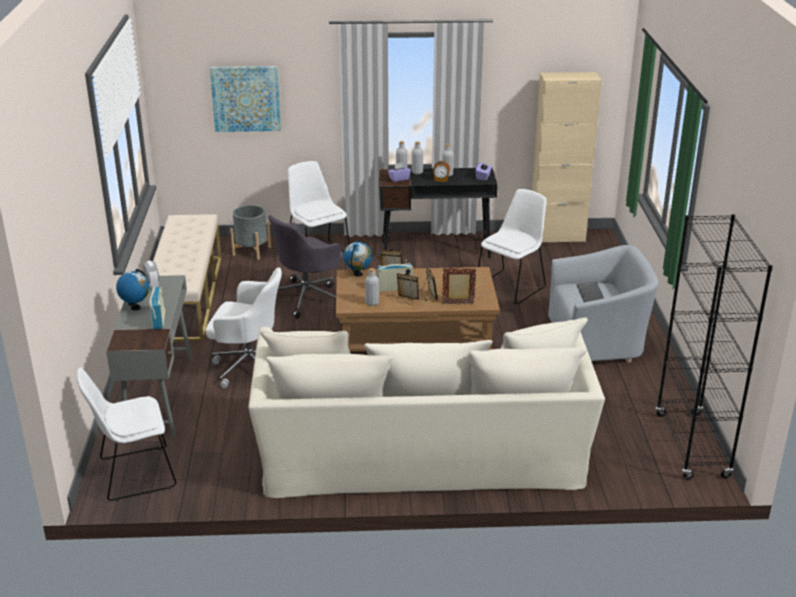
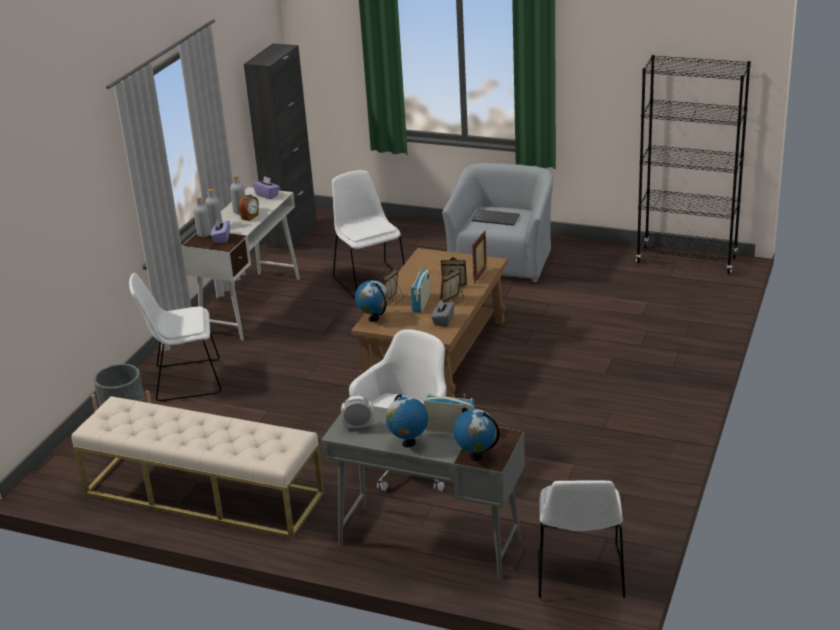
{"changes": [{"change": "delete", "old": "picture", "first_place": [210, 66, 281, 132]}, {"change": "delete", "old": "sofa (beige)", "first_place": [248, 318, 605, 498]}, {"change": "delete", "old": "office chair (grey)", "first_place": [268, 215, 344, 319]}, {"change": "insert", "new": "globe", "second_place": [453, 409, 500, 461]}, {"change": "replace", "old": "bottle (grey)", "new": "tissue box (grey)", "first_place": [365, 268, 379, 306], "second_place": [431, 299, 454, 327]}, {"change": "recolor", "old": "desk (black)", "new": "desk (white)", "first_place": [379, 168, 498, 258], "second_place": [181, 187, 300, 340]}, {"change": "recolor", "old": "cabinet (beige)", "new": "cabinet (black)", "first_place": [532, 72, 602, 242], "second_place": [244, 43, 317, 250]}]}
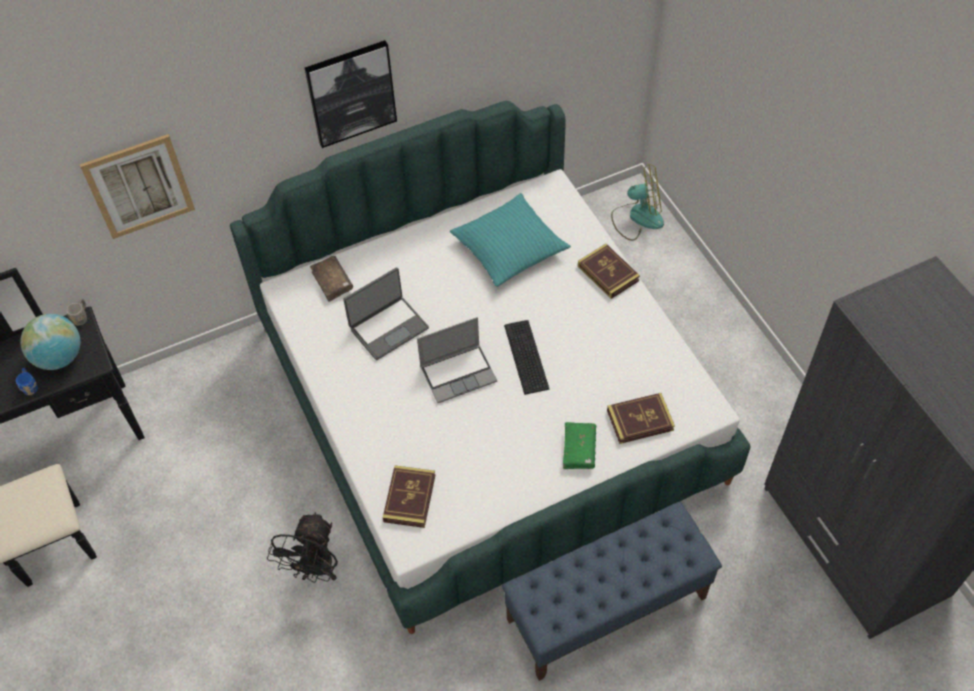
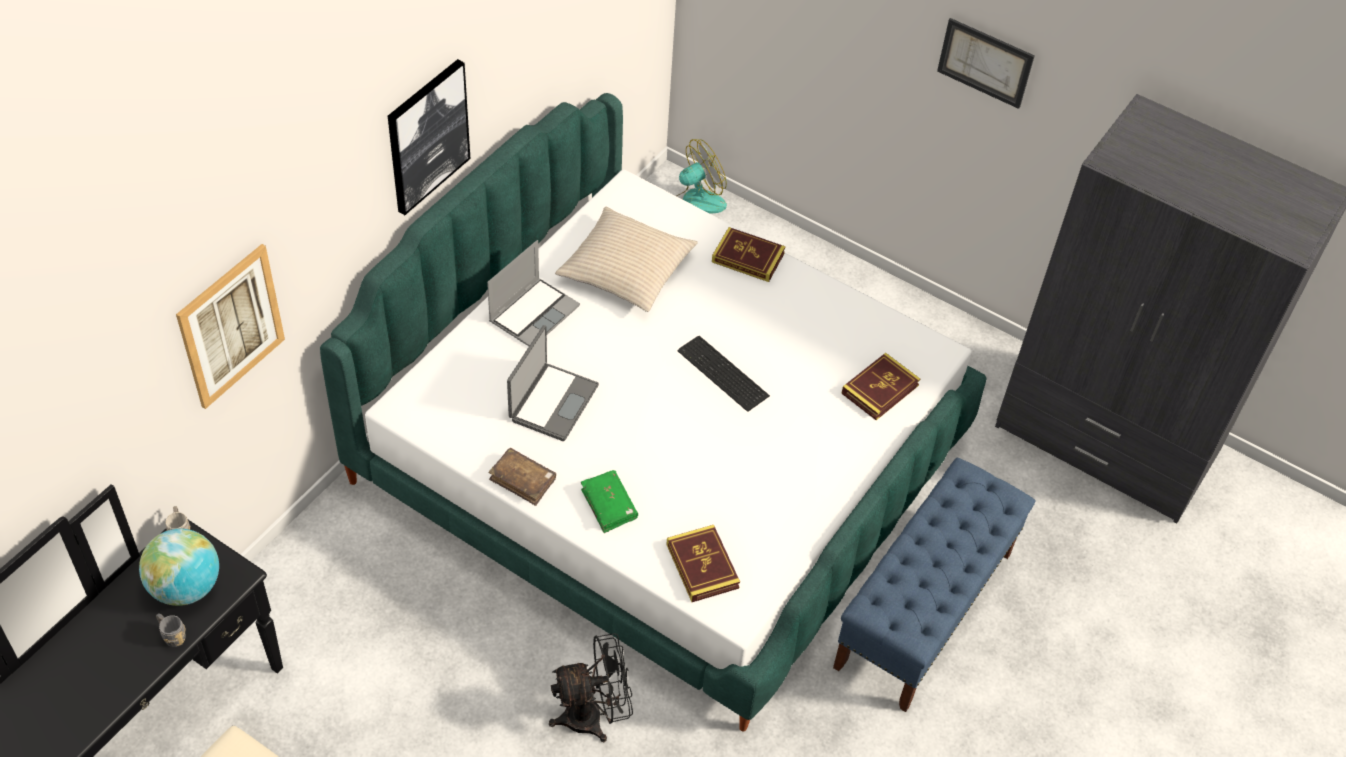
{"changes": [{"change": "insert", "new": "picture", "second_place": [937, 18, 1035, 109]}, {"change": "move", "old": "book (brown)", "first_place": [310, 256, 353, 302], "second_place": [489, 448, 556, 506]}, {"change": "move", "old": "laptop", "first_place": [417, 317, 497, 403], "second_place": [487, 240, 580, 346]}, {"change": "move", "old": "book (green)", "first_place": [563, 422, 596, 469], "second_place": [581, 470, 638, 533]}, {"change": "recolor", "old": "mug (blue)", "new": "mug (grey)", "first_place": [16, 368, 38, 395], "second_place": [156, 613, 185, 647]}, {"change": "recolor", "old": "pillow (turquoise)", "new": "pillow (beige)", "first_place": [450, 193, 571, 287], "second_place": [555, 207, 698, 312]}, {"change": "rotate", "old": "fan (black)", "first_place": [267, 512, 338, 583], "second_place": [549, 633, 633, 742], "degrees": -90}]}
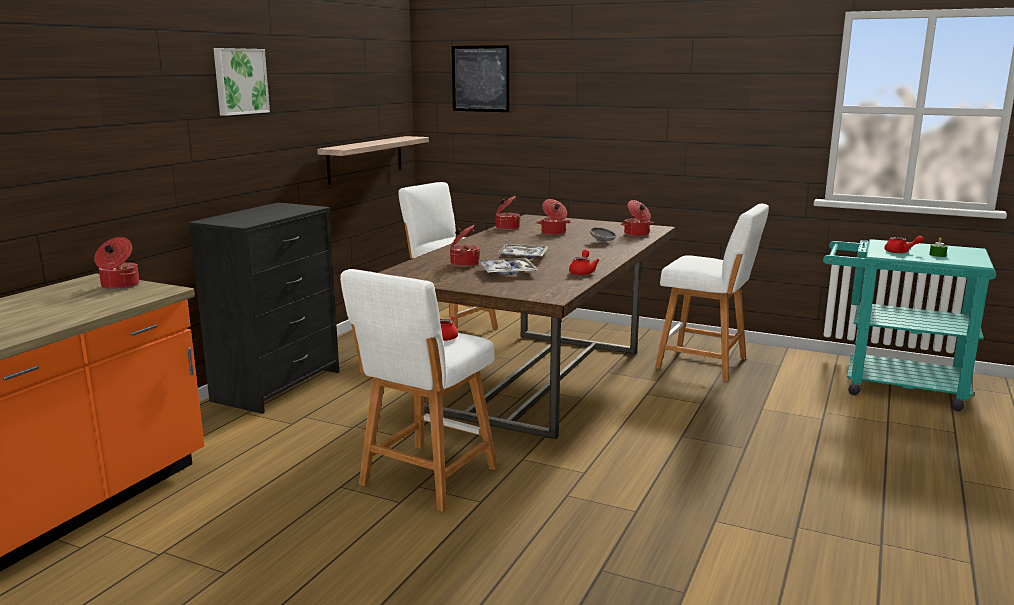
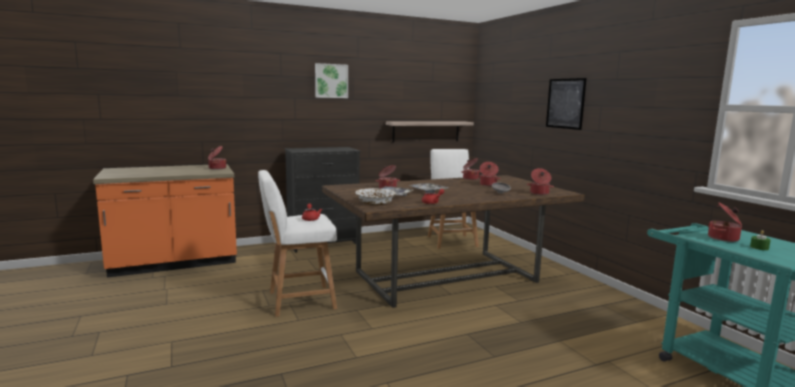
{"changes": [{"change": "delete", "old": "stool (white)", "first_place": [655, 204, 769, 381]}, {"change": "insert", "new": "bowl (white)", "second_place": [355, 188, 396, 205]}, {"change": "move", "old": "picture", "first_place": [452, 45, 510, 112], "second_place": [546, 78, 587, 130]}, {"change": "replace", "old": "teapot (red)", "new": "cooking pot", "first_place": [884, 236, 924, 253], "second_place": [708, 202, 742, 242]}]}
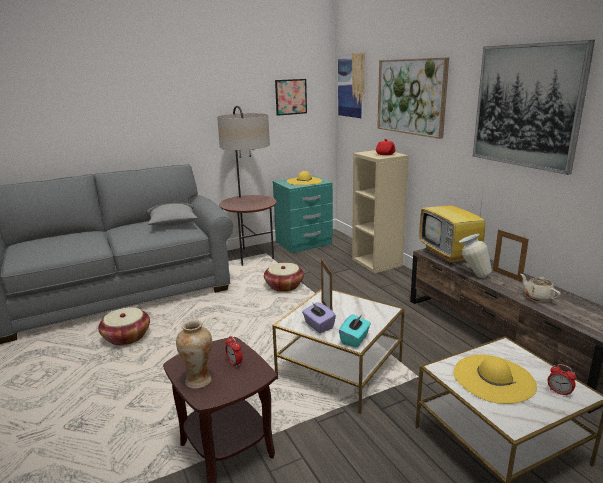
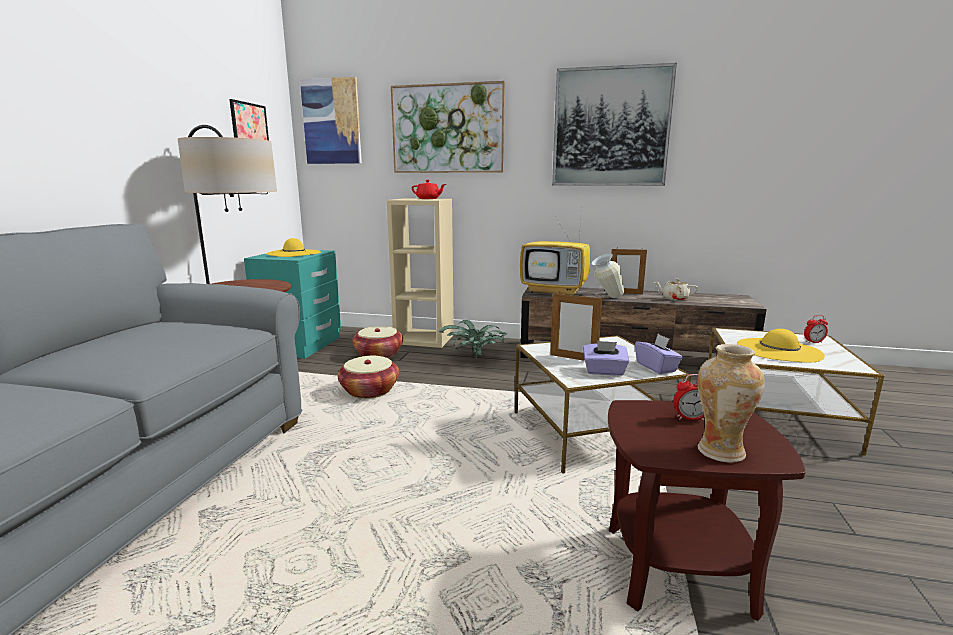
{"changes": [{"change": "delete", "old": "pillow (grey)", "first_place": [146, 203, 198, 226]}, {"change": "insert", "new": "potted plant", "second_place": [439, 320, 507, 359]}, {"change": "move", "old": "basket", "first_place": [98, 307, 150, 346], "second_place": [352, 326, 403, 358]}, {"change": "recolor", "old": "tissue box (turquoise)", "new": "tissue box (purple)", "first_place": [339, 314, 371, 348], "second_place": [635, 334, 683, 374]}]}
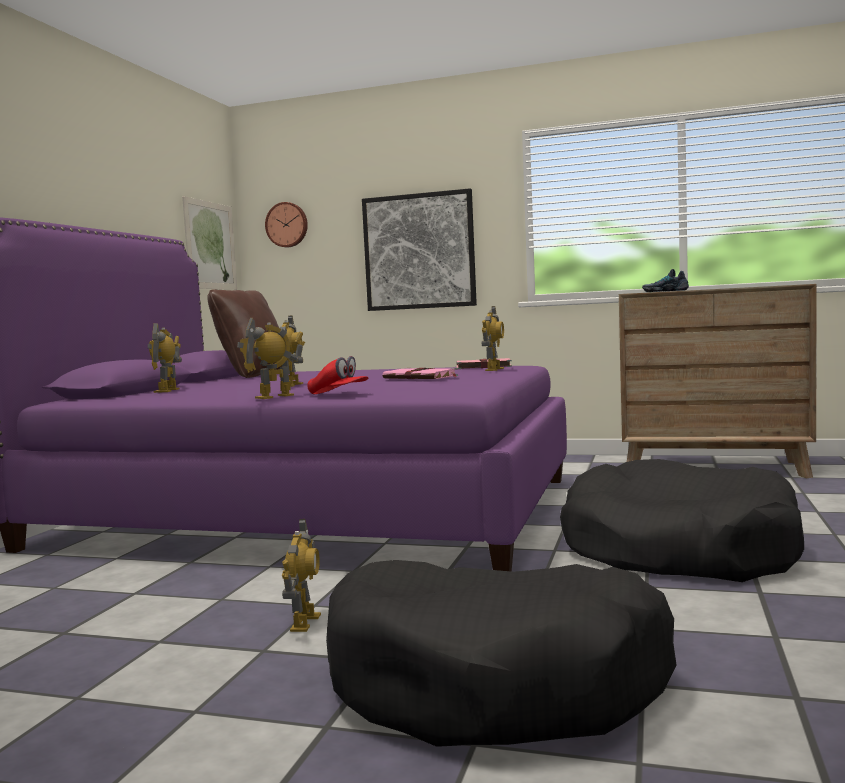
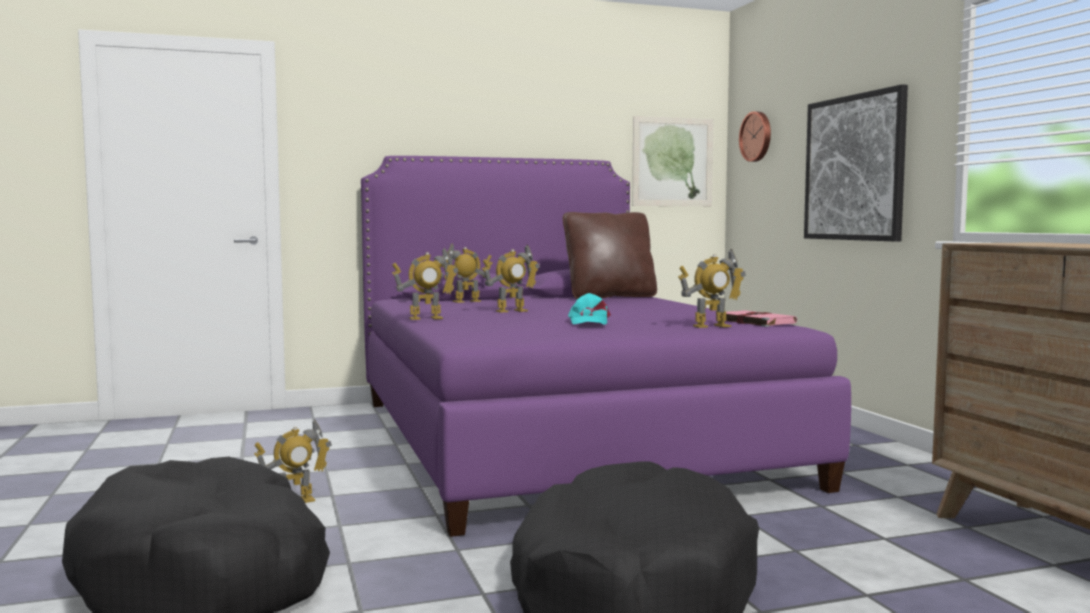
{"changes": [{"change": "delete", "old": "cap (red)", "first_place": [307, 356, 368, 394]}, {"change": "delete", "old": "shoe", "first_place": [642, 269, 689, 292]}, {"change": "replace", "old": "book (pink)", "new": "cap (turquoise)", "first_place": [383, 368, 458, 379], "second_place": [568, 293, 611, 325]}, {"change": "rotate", "old": "toy robot", "first_place": [237, 318, 305, 399], "second_place": [392, 248, 458, 320], "degrees": 150}]}
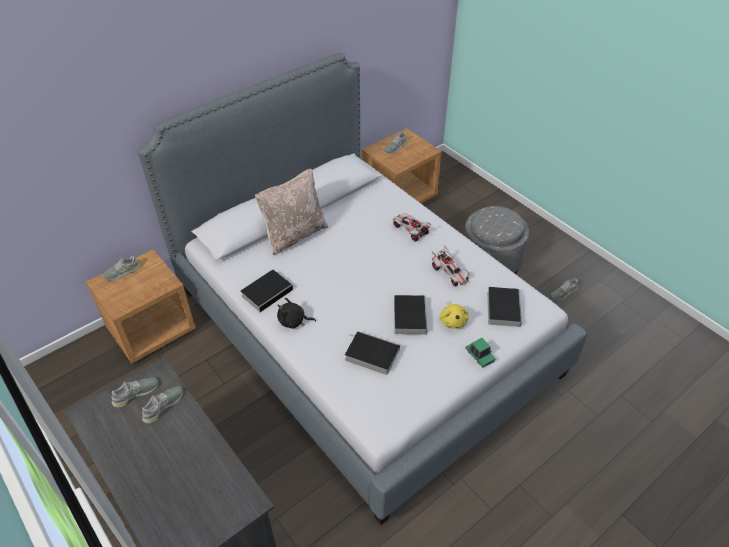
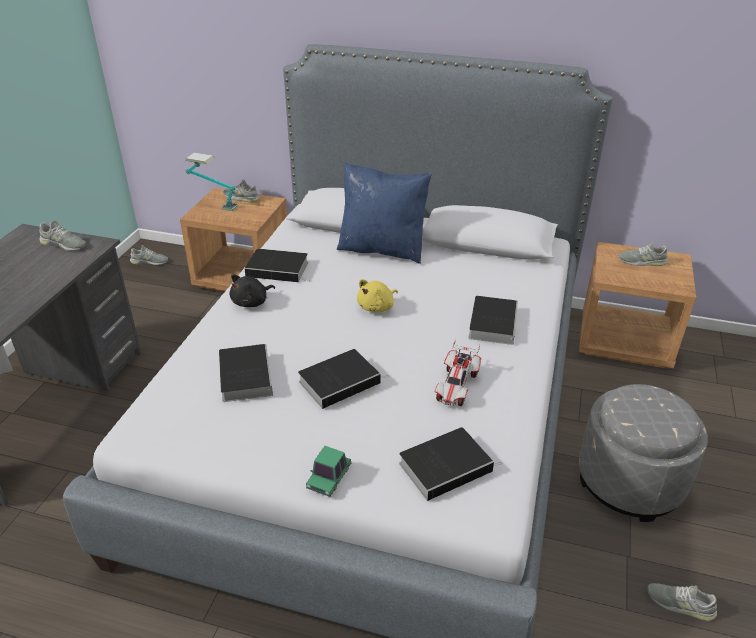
{"changes": [{"change": "insert", "new": "table lamp", "second_place": [185, 152, 238, 211]}, {"change": "move", "old": "shoe (grey)", "first_place": [142, 386, 183, 424], "second_place": [130, 245, 168, 265]}, {"change": "move", "old": "plush toy (yellow)", "first_place": [439, 301, 469, 329], "second_place": [357, 279, 398, 312]}, {"change": "replace", "old": "toy car", "new": "book", "first_place": [393, 213, 431, 242], "second_place": [468, 296, 518, 345]}, {"change": "recolor", "old": "pillow (beige)", "new": "pillow (blue)", "first_place": [255, 169, 328, 255], "second_place": [337, 162, 432, 264]}, {"change": "rotate", "old": "plush toy (black)", "first_place": [277, 298, 316, 329], "second_place": [230, 274, 275, 307], "degrees": -105}]}
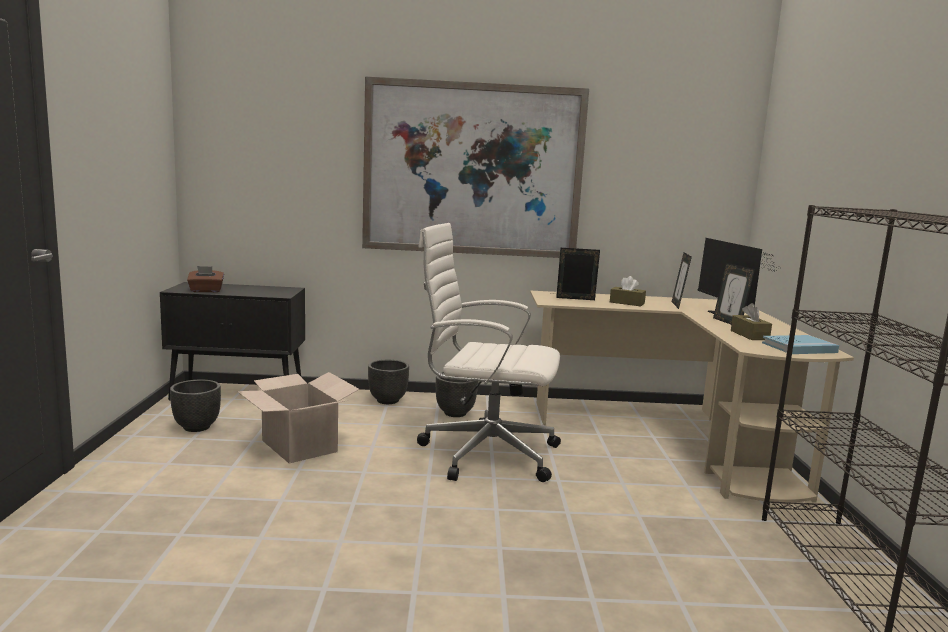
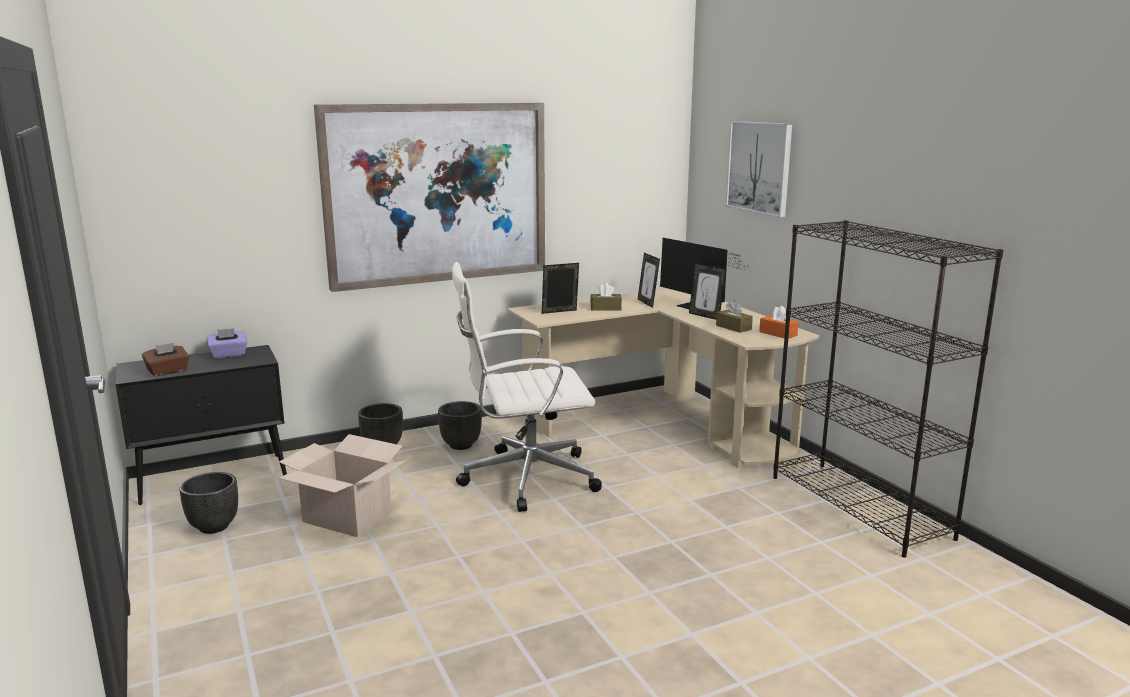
{"changes": [{"change": "insert", "new": "tissue box (purple)", "second_place": [206, 328, 247, 359]}, {"change": "insert", "new": "picture", "second_place": [725, 121, 792, 218]}, {"change": "replace", "old": "book (blue)", "new": "tissue box (orange)", "first_place": [762, 335, 839, 354], "second_place": [759, 306, 799, 339]}]}
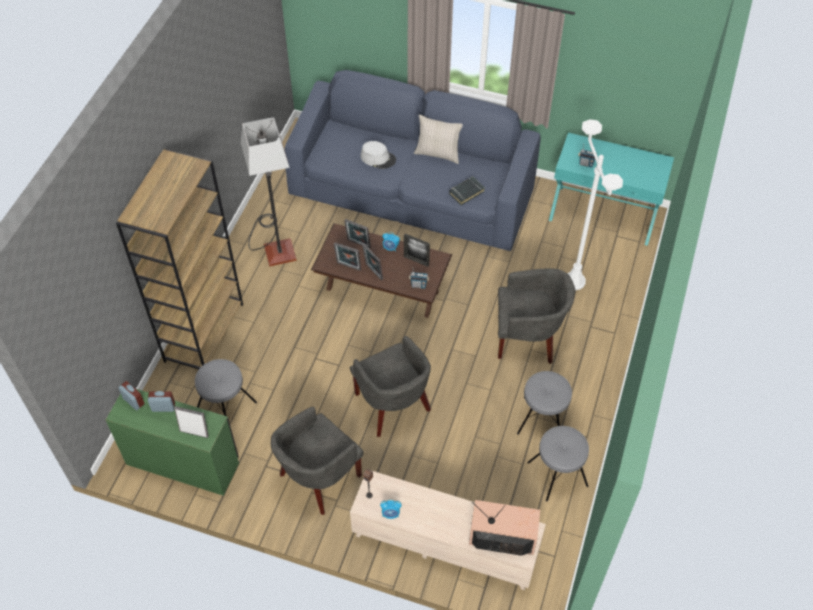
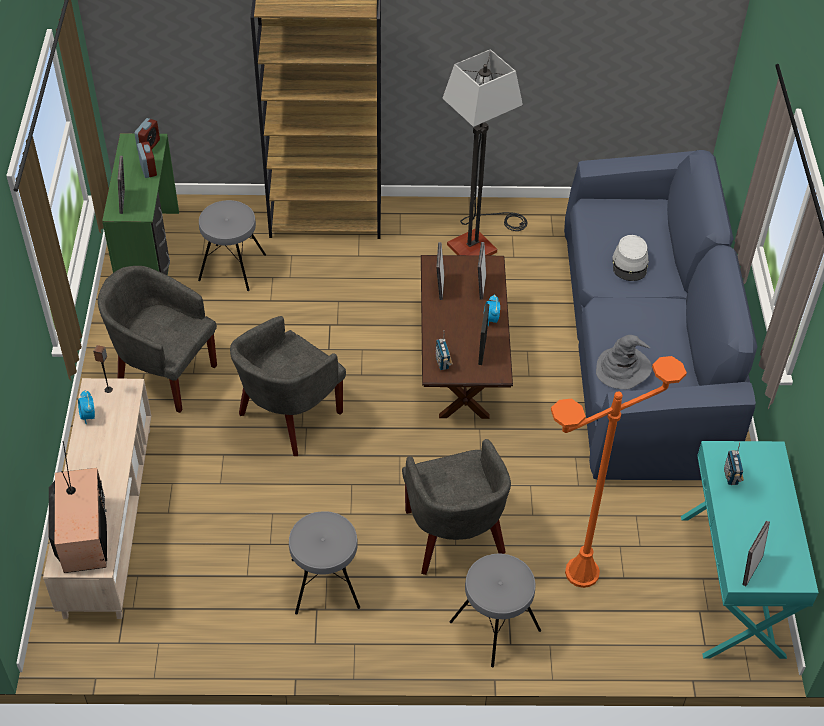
{"changes": [{"change": "delete", "old": "pillow (beige)", "first_place": [414, 114, 463, 164]}, {"change": "move", "old": "picture frame", "first_place": [362, 244, 383, 280], "second_place": [743, 521, 770, 586]}, {"change": "move", "old": "stool (grey)", "first_place": [527, 426, 589, 501], "second_place": [449, 553, 541, 667]}, {"change": "replace", "old": "book (black)", "new": "hat (grey)", "first_place": [449, 176, 485, 205], "second_place": [596, 335, 652, 389]}, {"change": "recolor", "old": "floor lamp (white)", "new": "floor lamp (orange)", "first_place": [567, 119, 623, 290], "second_place": [551, 356, 687, 588]}]}
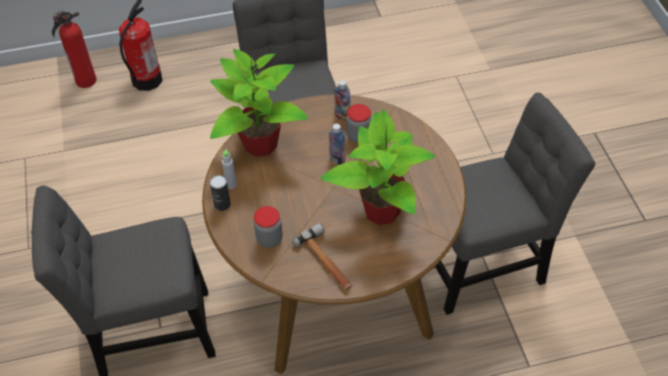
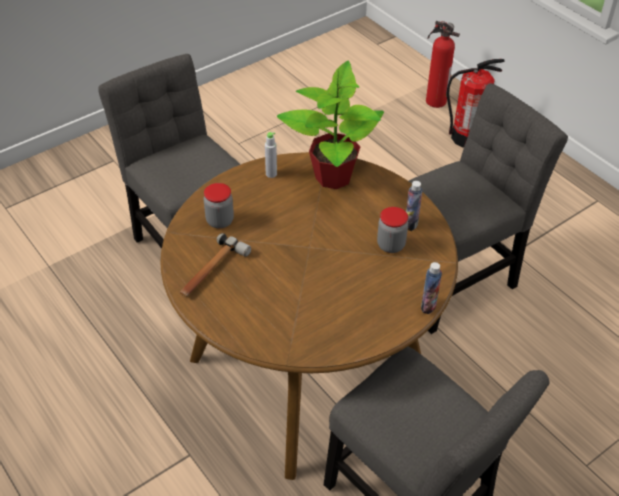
{"changes": [{"change": "delete", "old": "can", "first_place": [210, 175, 231, 211]}, {"change": "delete", "old": "potted plant", "first_place": [321, 109, 435, 225]}, {"change": "move", "old": "bottle", "first_place": [329, 124, 345, 165], "second_place": [421, 262, 442, 314]}]}
